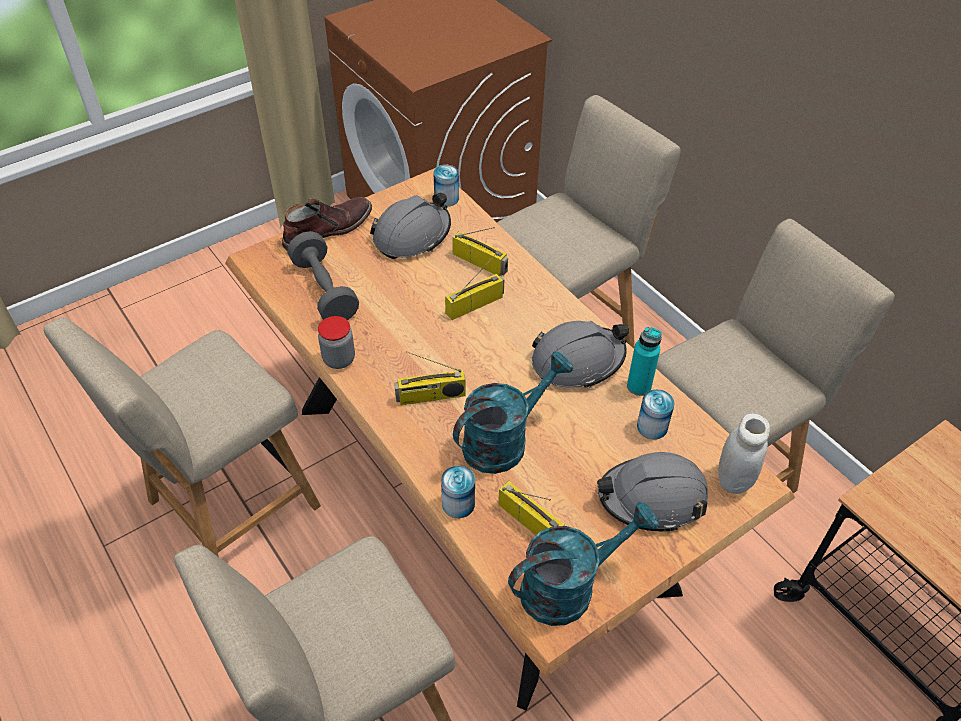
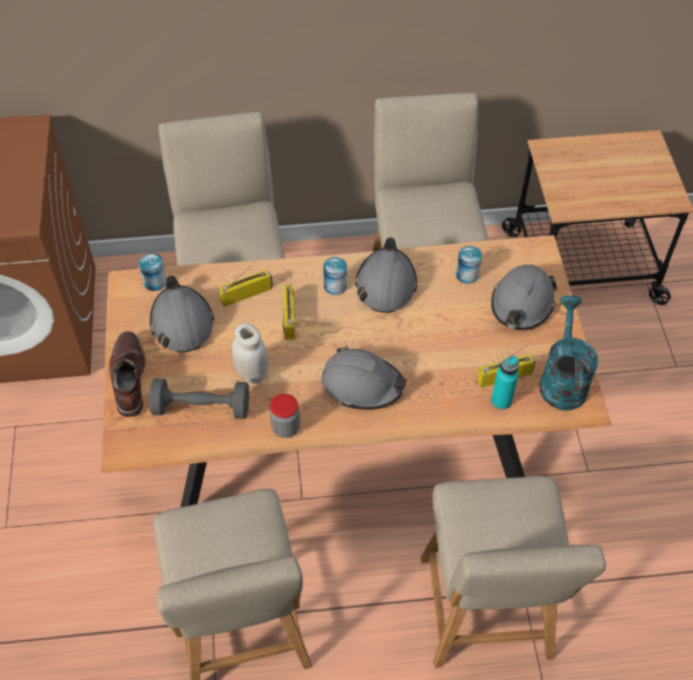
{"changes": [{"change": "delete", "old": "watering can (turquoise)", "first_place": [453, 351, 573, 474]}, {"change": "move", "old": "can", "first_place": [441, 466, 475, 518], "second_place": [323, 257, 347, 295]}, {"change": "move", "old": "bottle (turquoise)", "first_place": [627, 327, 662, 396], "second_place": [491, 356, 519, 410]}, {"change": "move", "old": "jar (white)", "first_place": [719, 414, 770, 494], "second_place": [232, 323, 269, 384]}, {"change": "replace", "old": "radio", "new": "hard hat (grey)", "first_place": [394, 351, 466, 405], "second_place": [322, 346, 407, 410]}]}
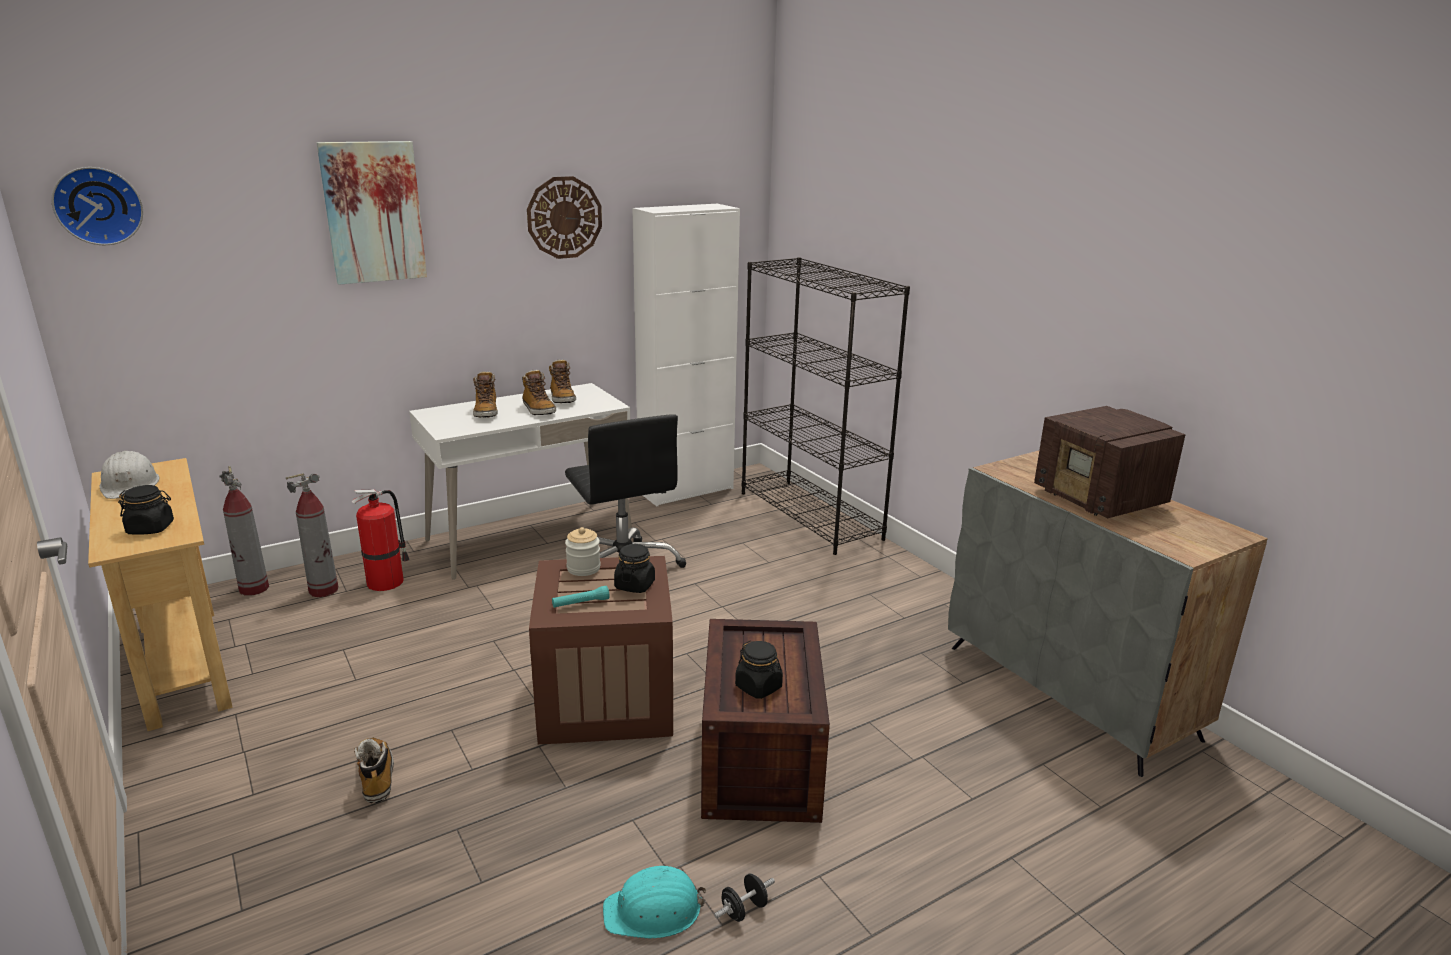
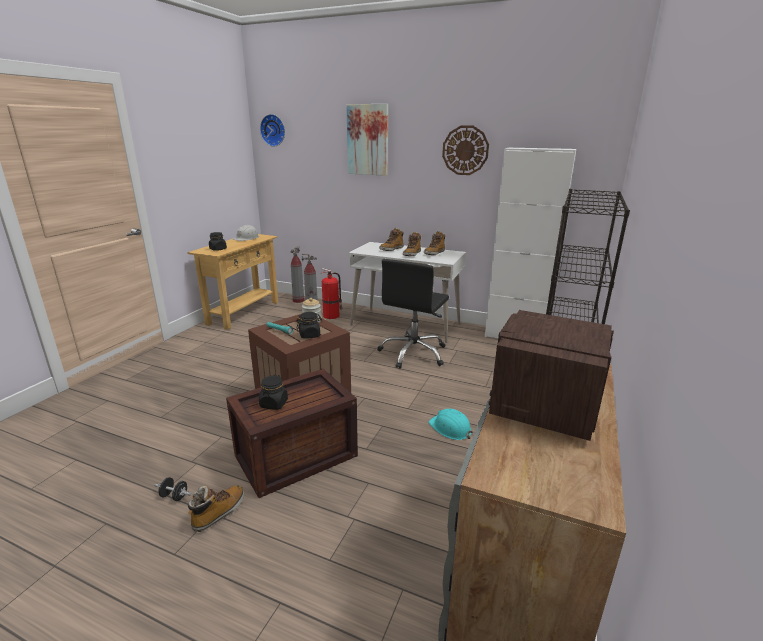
{"changes": [{"change": "move", "old": "boot", "first_place": [354, 737, 394, 803], "second_place": [188, 485, 244, 532]}, {"change": "move", "old": "hard hat (turquoise)", "first_place": [603, 866, 706, 939], "second_place": [429, 409, 473, 440]}]}
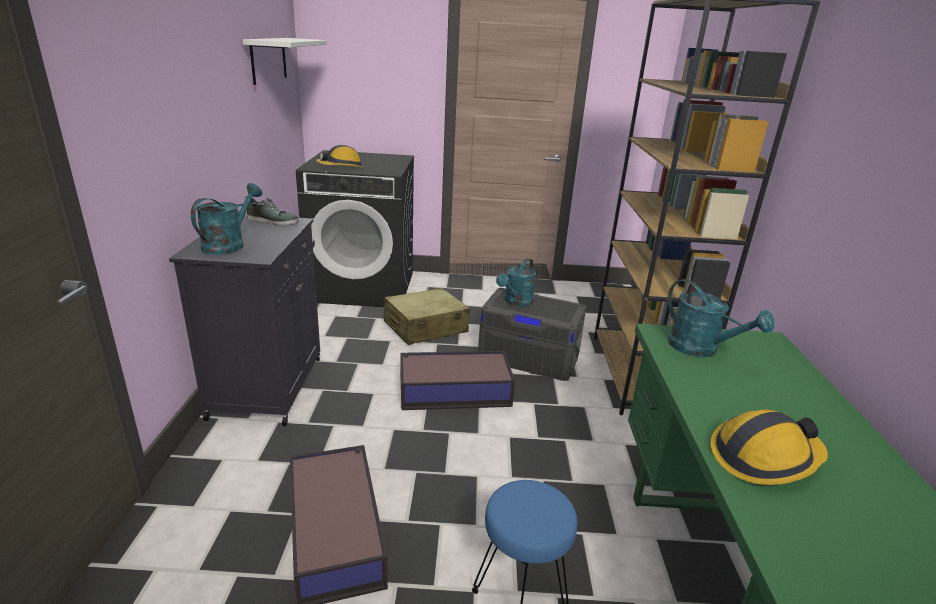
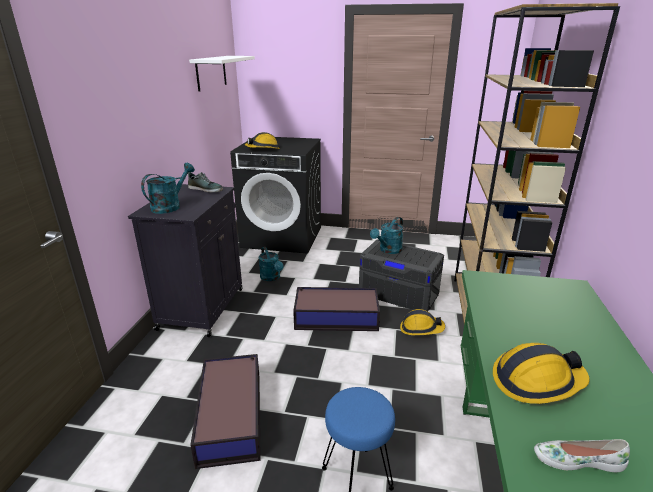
{"changes": [{"change": "delete", "old": "suitcase (beige)", "first_place": [384, 288, 470, 345]}, {"change": "insert", "new": "hard hat", "second_place": [400, 309, 445, 335]}, {"change": "insert", "new": "shoe (white)", "second_place": [534, 439, 630, 472]}, {"change": "move", "old": "watering can (turquoise)", "first_place": [668, 279, 774, 357], "second_place": [259, 247, 283, 281]}]}
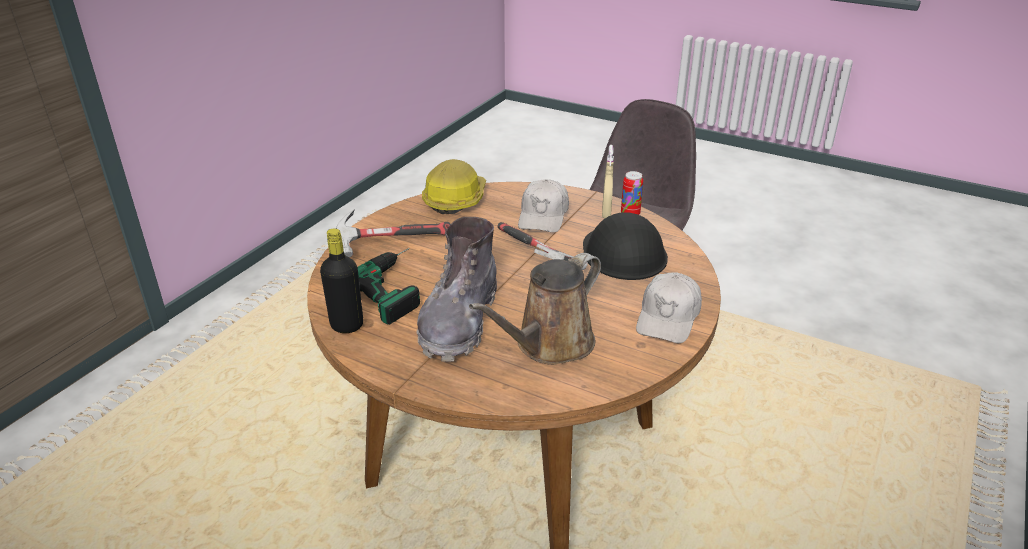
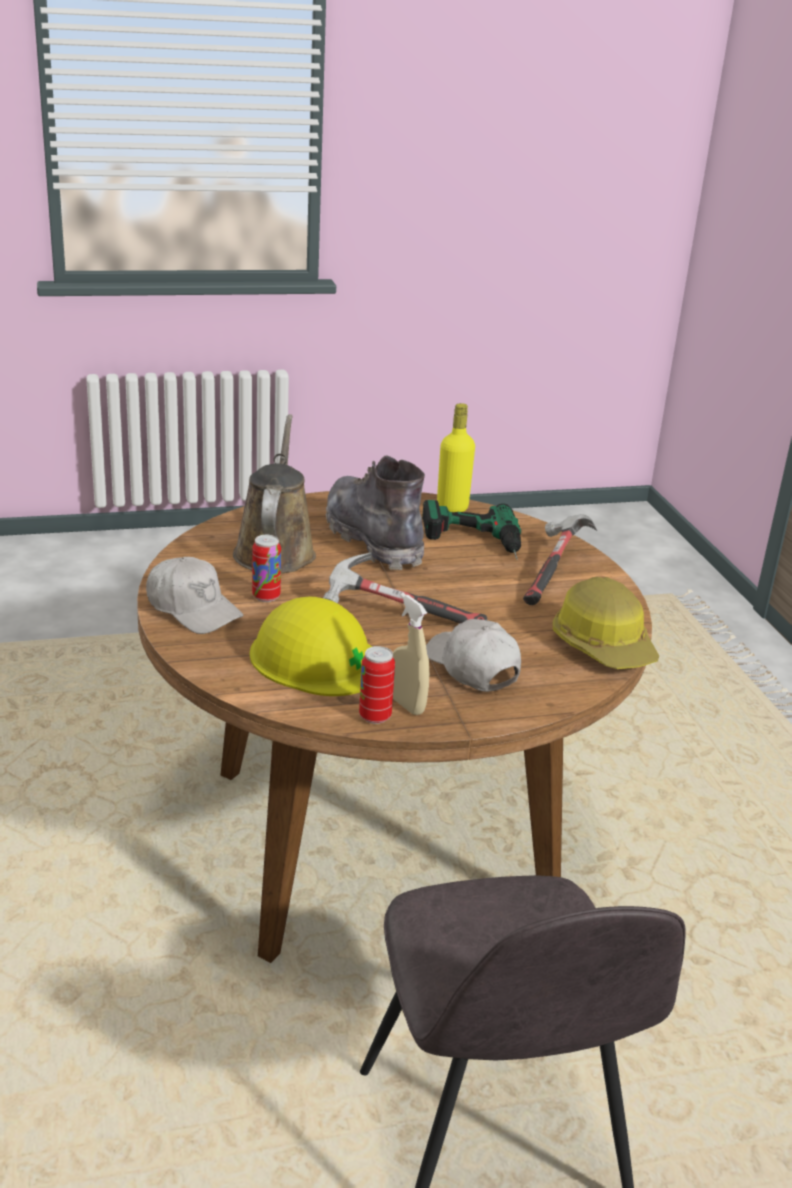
{"changes": [{"change": "insert", "new": "can", "second_place": [252, 535, 281, 602]}, {"change": "recolor", "old": "bottle (black)", "new": "bottle (yellow)", "first_place": [320, 228, 363, 333], "second_place": [437, 403, 475, 512]}, {"change": "recolor", "old": "hard hat (black)", "new": "hard hat (yellow)", "first_place": [583, 212, 668, 280], "second_place": [250, 597, 373, 696]}, {"change": "rotate", "old": "cap (white)", "first_place": [636, 273, 702, 343], "second_place": [146, 557, 243, 634], "degrees": 150}]}
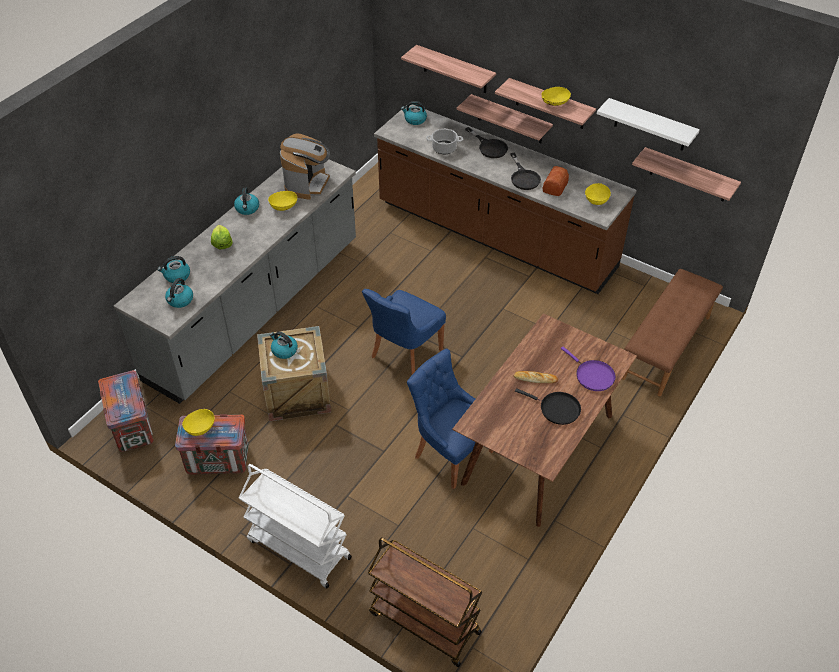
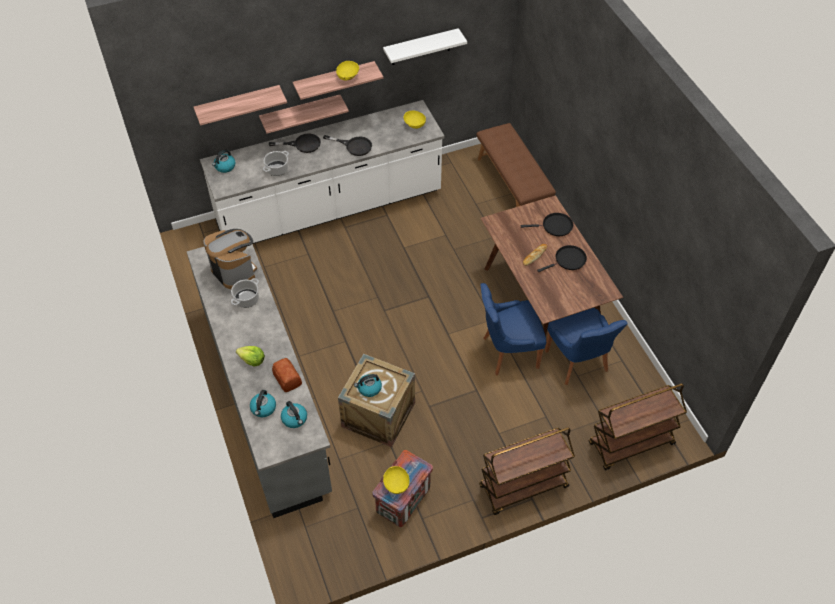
{"changes": [{"change": "delete", "old": "crate", "first_place": [98, 370, 153, 452]}, {"change": "delete", "old": "kettle", "first_place": [234, 187, 259, 215]}, {"change": "delete", "old": "shelf", "first_place": [632, 147, 741, 201]}, {"change": "move", "old": "chair (blue)", "first_place": [362, 289, 446, 375], "second_place": [545, 308, 628, 385]}, {"change": "move", "old": "bread", "first_place": [543, 166, 569, 196], "second_place": [272, 358, 302, 392]}, {"change": "replace", "old": "bowl (yellow)", "new": "cooking pot", "first_place": [268, 191, 297, 211], "second_place": [231, 278, 259, 308]}, {"change": "recolor", "old": "cart (white)", "new": "cart (brown)", "first_place": [239, 464, 352, 589], "second_place": [479, 428, 575, 515]}, {"change": "recolor", "old": "counter (brown)", "new": "counter (white)", "first_place": [374, 104, 637, 294], "second_place": [200, 100, 445, 244]}, {"change": "recolor", "old": "frying pan (purple)", "new": "frying pan (black)", "first_place": [561, 347, 616, 391], "second_place": [521, 213, 573, 236]}]}
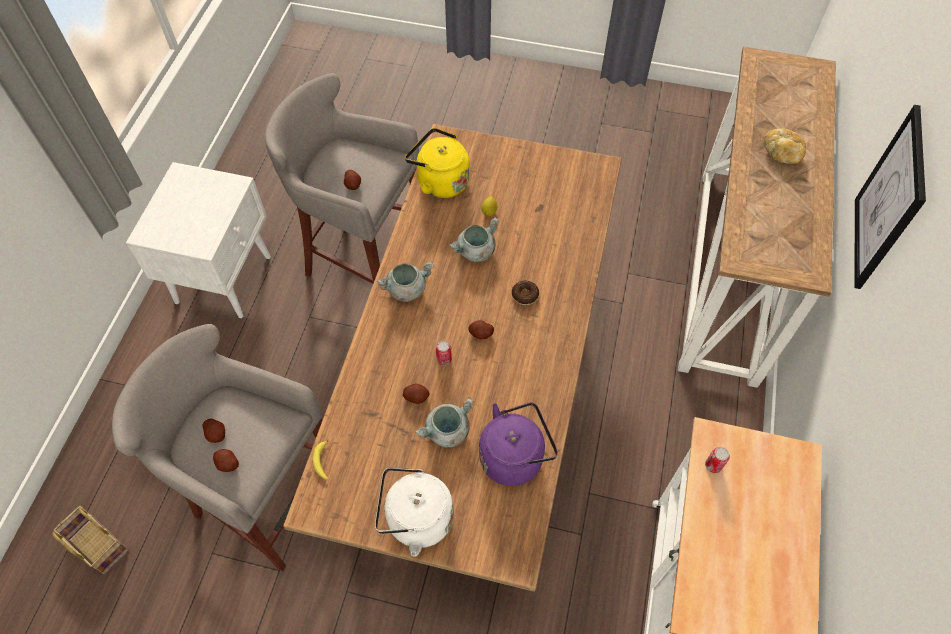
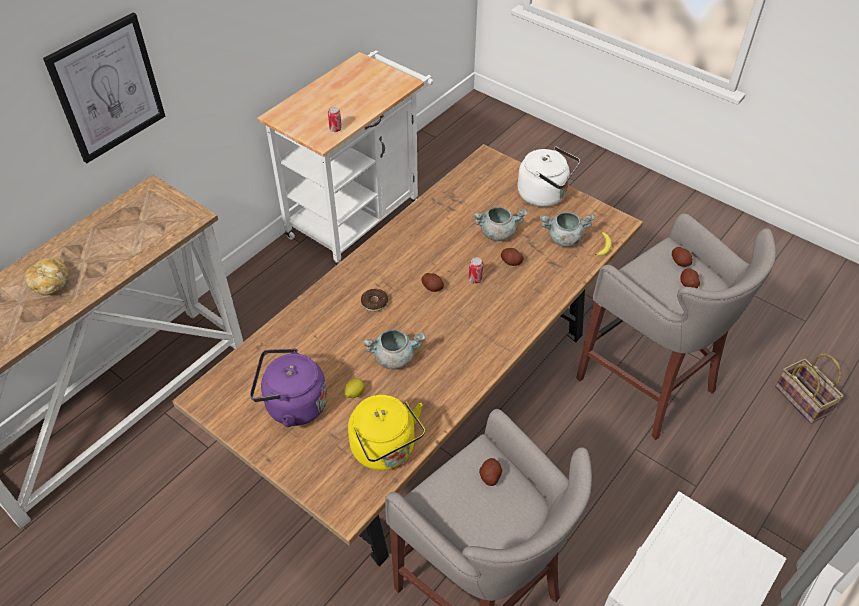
{"changes": [{"change": "move", "old": "cooking pot (grey)", "first_place": [377, 261, 434, 302], "second_place": [540, 212, 595, 247]}, {"change": "move", "old": "kettle (purple)", "first_place": [479, 402, 558, 486], "second_place": [250, 348, 327, 427]}]}
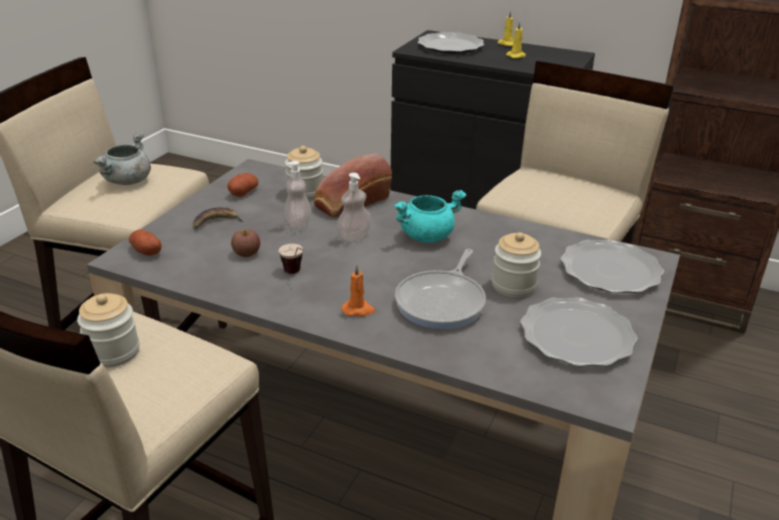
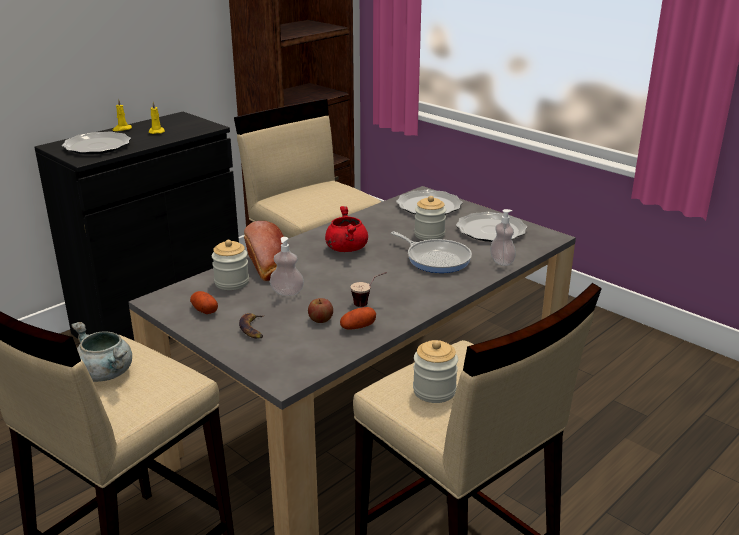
{"changes": [{"change": "delete", "old": "candle (orange)", "first_place": [342, 265, 376, 317]}, {"change": "move", "old": "potato", "first_place": [129, 230, 162, 256], "second_place": [340, 307, 376, 330]}, {"change": "move", "old": "soap dispenser", "first_place": [336, 173, 371, 242], "second_place": [490, 209, 516, 266]}, {"change": "recolor", "old": "cooking pot (turquoise)", "new": "cooking pot (red)", "first_place": [394, 190, 466, 243], "second_place": [325, 206, 368, 252]}]}
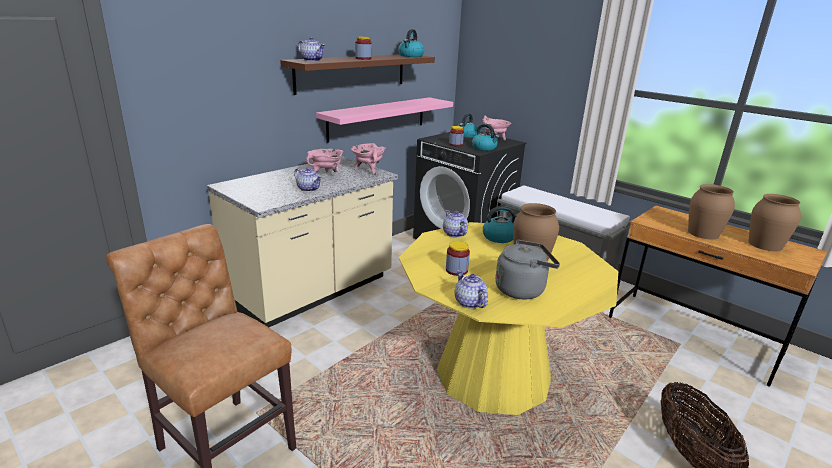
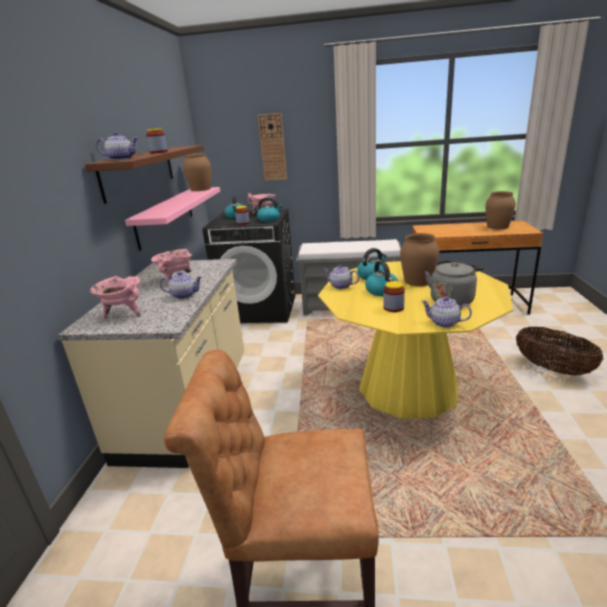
{"changes": [{"change": "insert", "new": "wall clock", "second_place": [258, 113, 287, 181]}, {"change": "move", "old": "cooking pot (pink)", "first_place": [351, 143, 386, 176], "second_place": [90, 276, 140, 319]}, {"change": "move", "old": "kettle", "first_place": [398, 29, 424, 57], "second_place": [365, 260, 398, 296]}, {"change": "move", "old": "vase (brown)", "first_place": [688, 184, 735, 239], "second_place": [183, 153, 211, 191]}]}
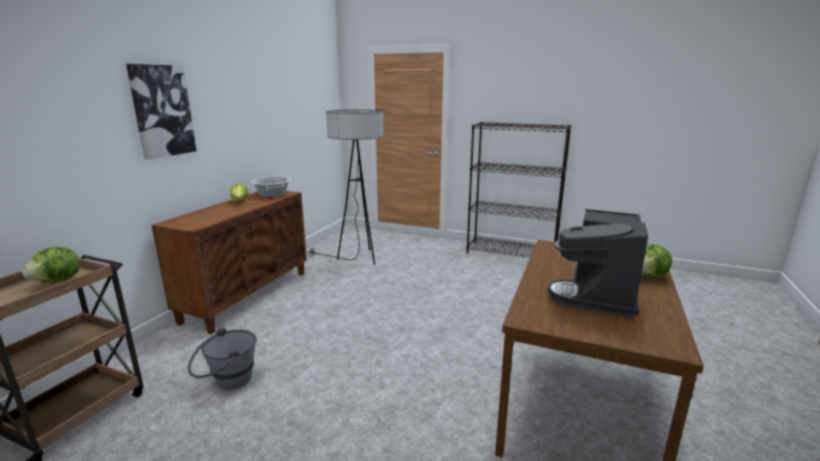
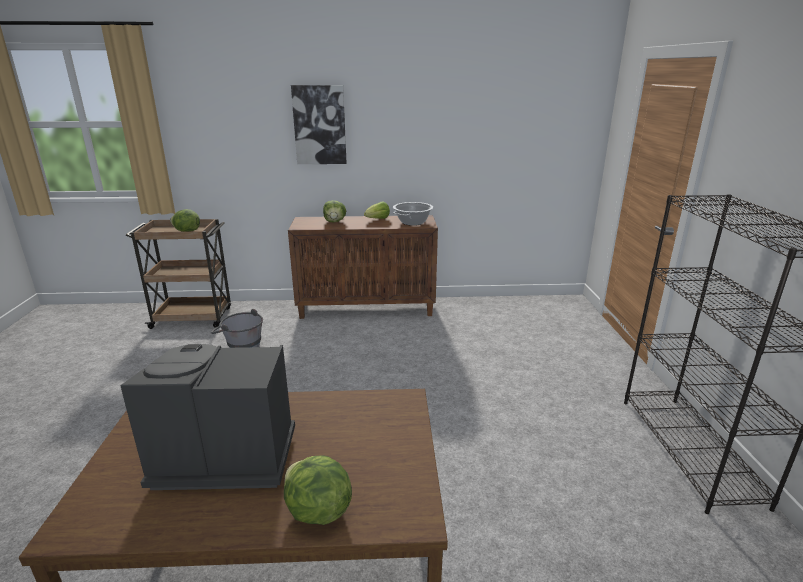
{"changes": [{"change": "delete", "old": "floor lamp", "first_place": [309, 110, 384, 265]}, {"change": "insert", "new": "lettuce", "second_place": [323, 200, 346, 222]}]}
